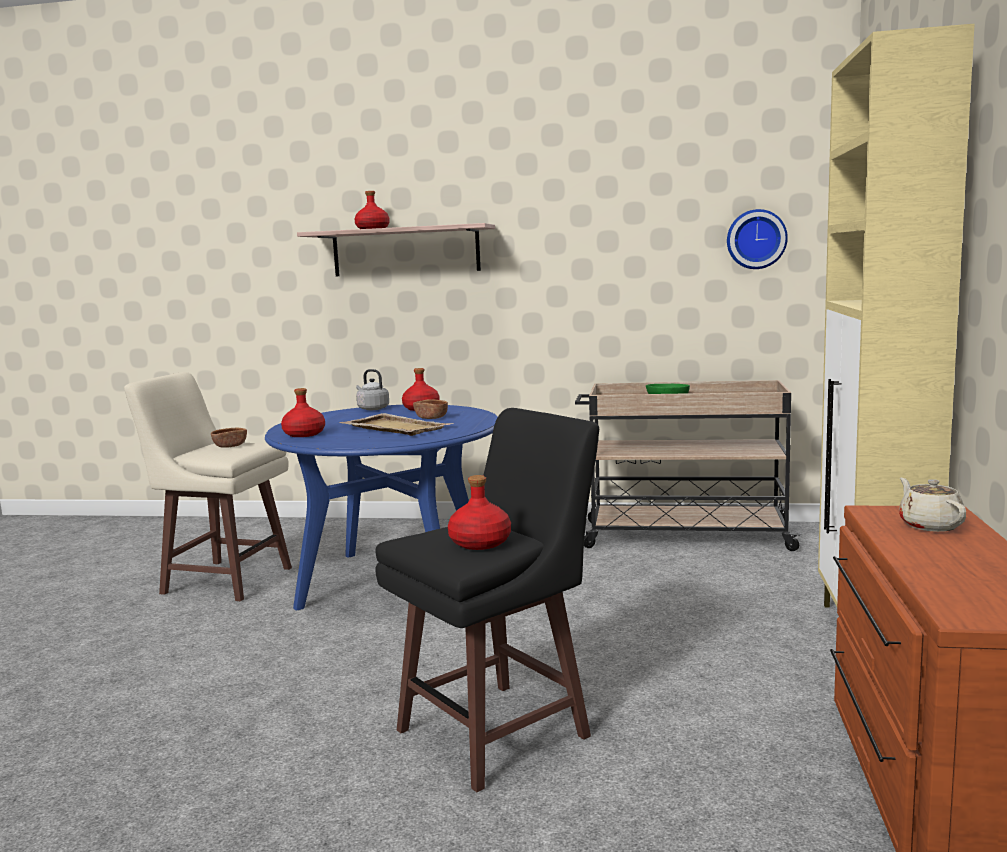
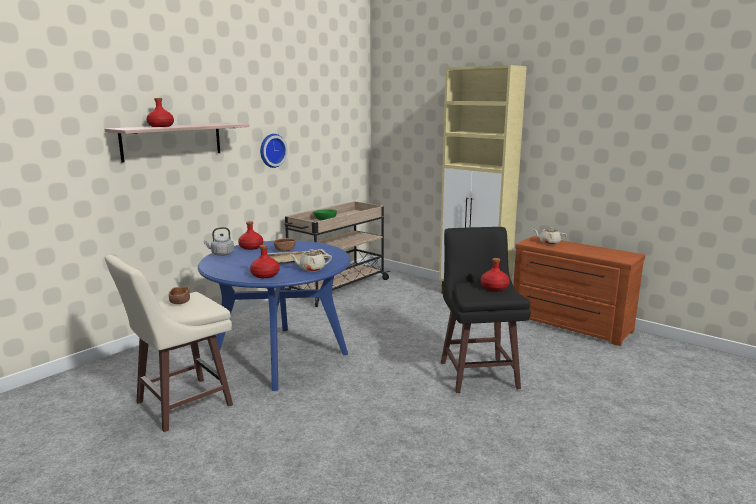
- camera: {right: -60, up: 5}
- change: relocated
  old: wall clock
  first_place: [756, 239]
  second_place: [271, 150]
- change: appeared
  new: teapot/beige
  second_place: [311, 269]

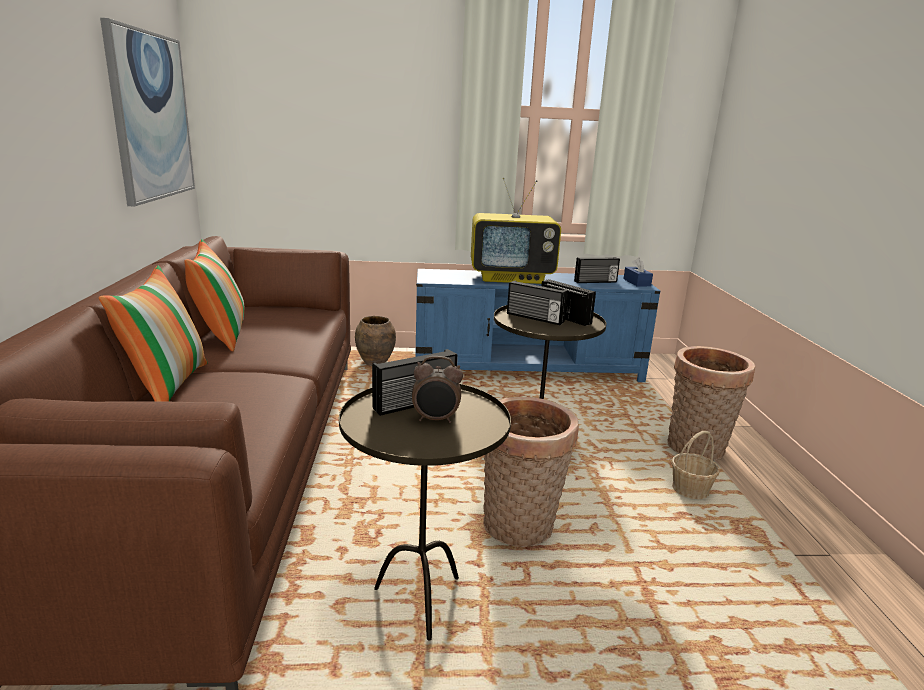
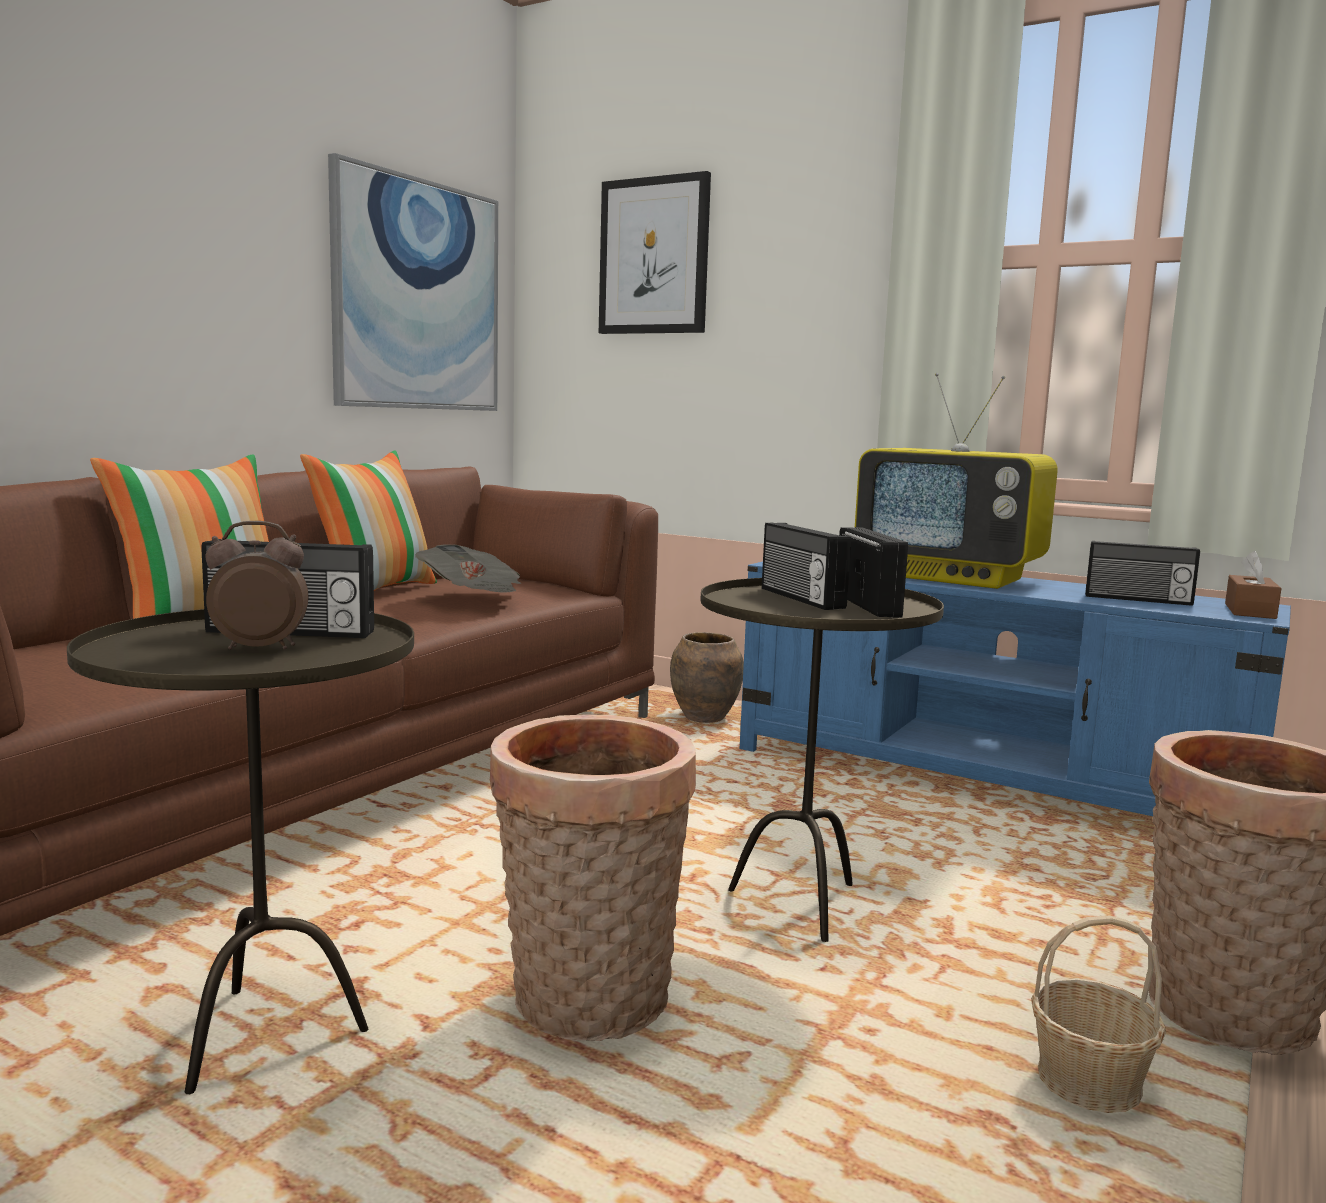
- camera: {right: 35, up: -10}
- change: colour
  old: box of tissues/blue
  new: box of tissues/brown
  first_place: [637, 282]
  second_place: [1250, 611]
- change: spun
  old: bedside clock
  first_place: [436, 420]
  second_place: [260, 648]
  degrees: 135
- change: appeared
  new: picture
  second_place: [654, 256]
- change: appeared
  new: printed paper
  second_place: [473, 599]

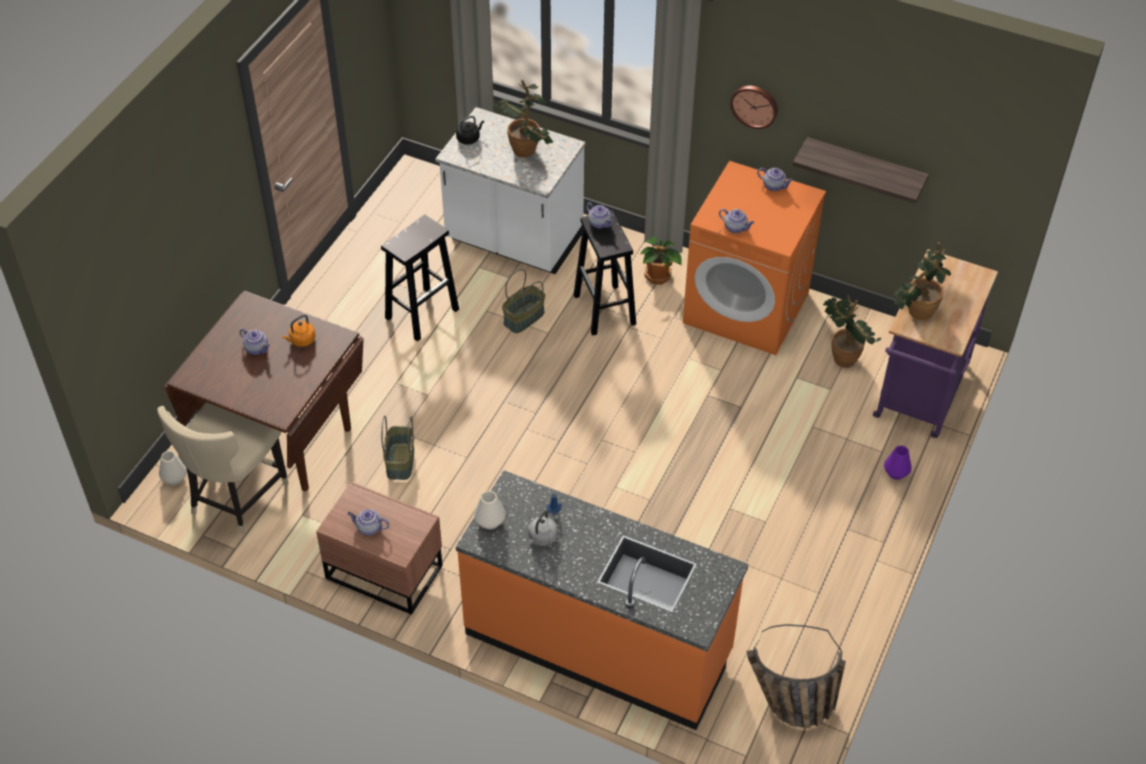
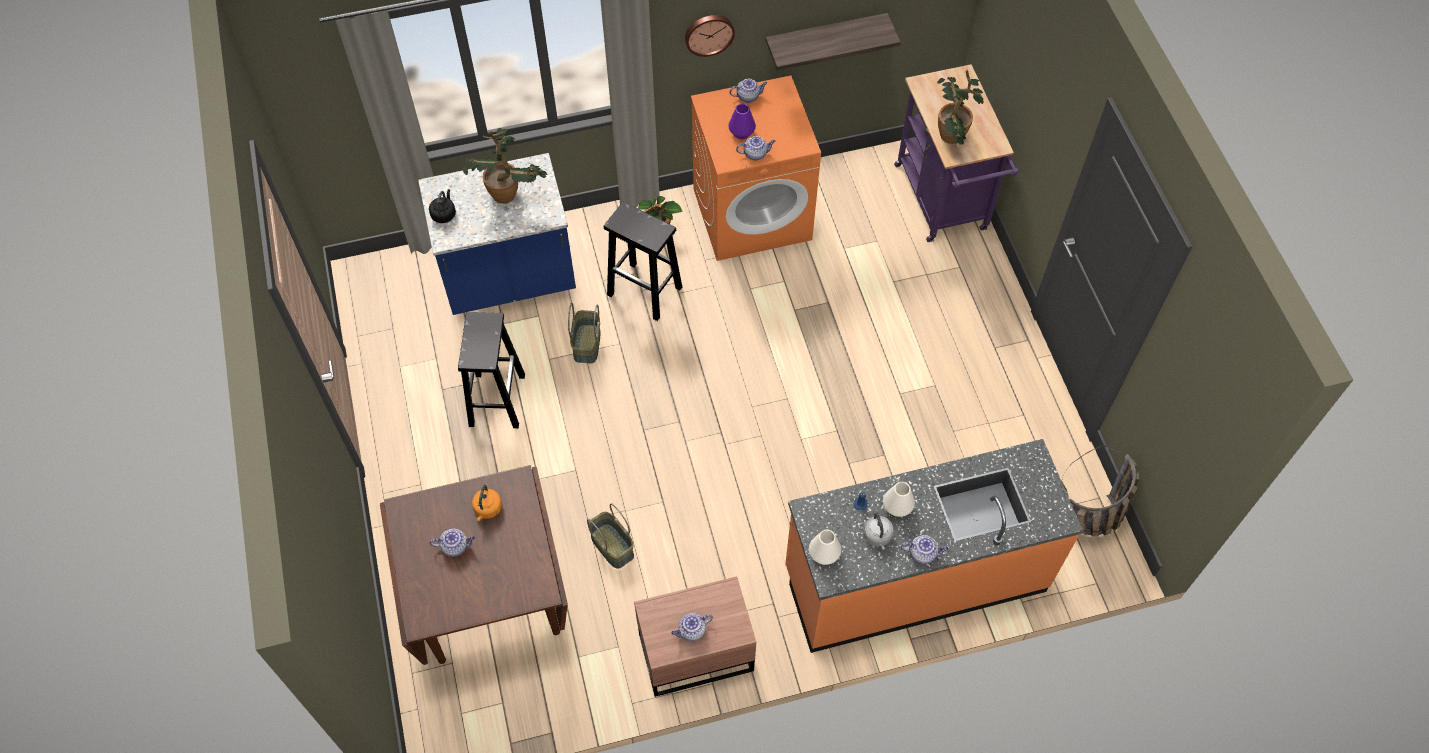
- camera: {right: -40, up: 10}
- change: colour
  old: counter/whitish
  new: counter/blue
  first_place: [513, 241]
  second_place: [509, 280]
- change: relocated
  old: teapot
  first_place: [600, 223]
  second_place: [923, 553]
- change: missing
  old: plant in a pot
  first_place: [843, 355]
- change: missing
  old: upright chair/beige
  first_place: [235, 498]
- change: relocated
  old: decorative vase/purple-coloured
  first_place: [896, 472]
  second_place: [741, 132]
- change: relocated
  old: decorative vase/whitish
  first_place: [174, 478]
  second_place: [897, 507]

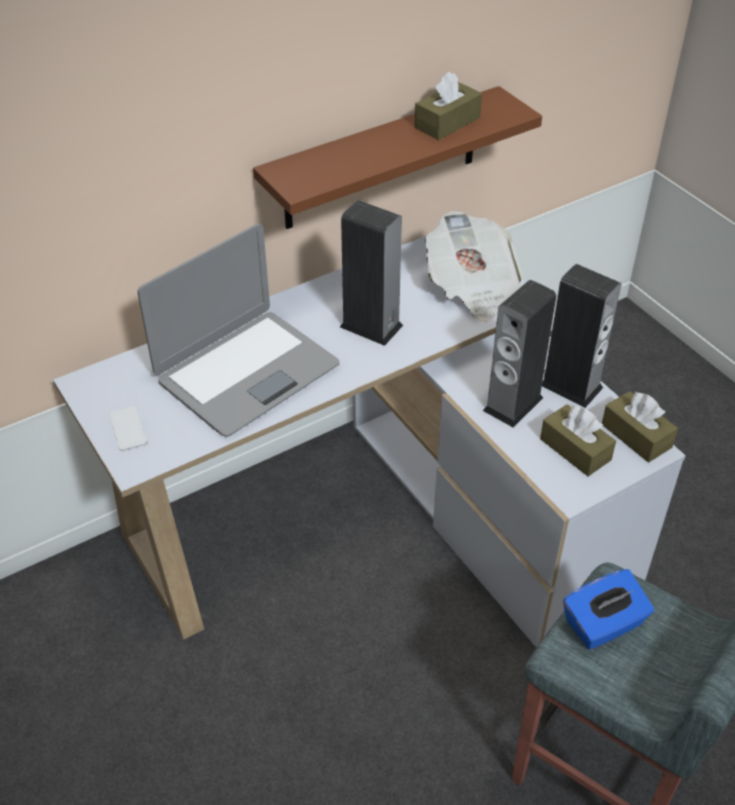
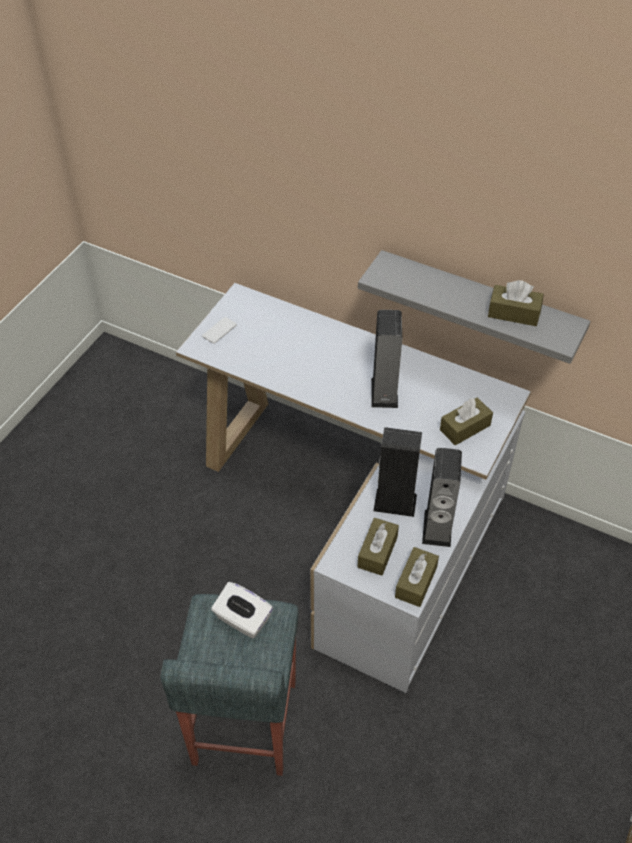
- camera: {right: 60, up: 5}
- change: colour
  old: shelf/brown
  new: shelf/grey
  first_place: [382, 159]
  second_place: [478, 306]
- change: exchanged
  old: printed paper
  new: box of tissues/brown
  first_place: [473, 288]
  second_place: [465, 427]
- change: missing
  old: notebook computer
  first_place: [247, 372]
- change: colour
  old: box of tissues/blue
  new: box of tissues/whitish
  first_place: [603, 625]
  second_place: [242, 620]

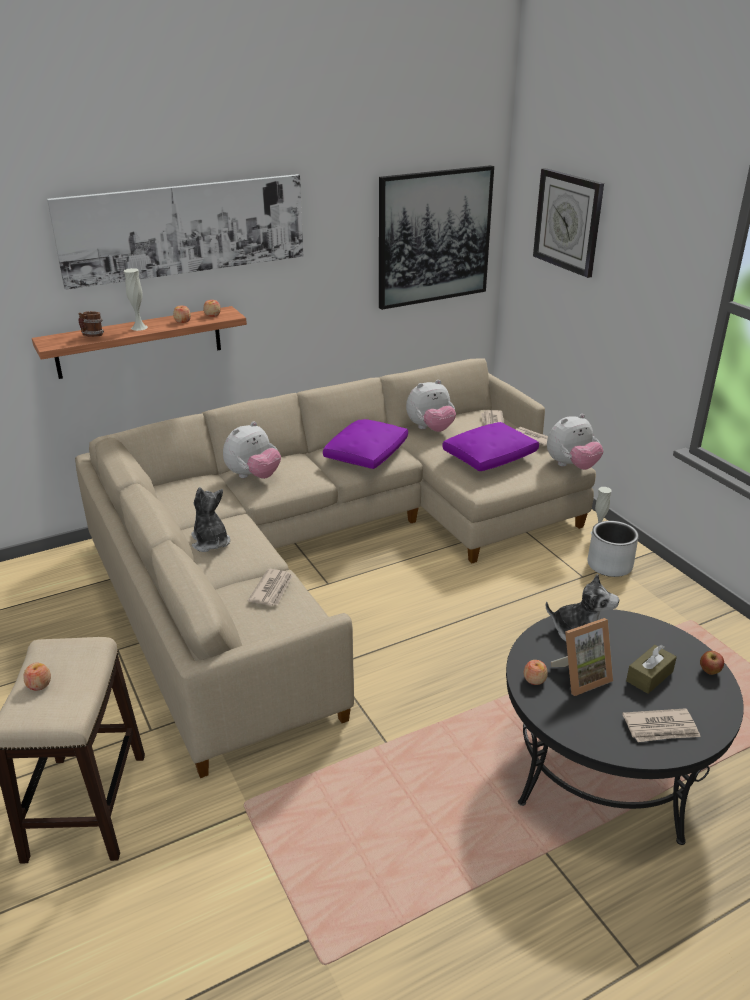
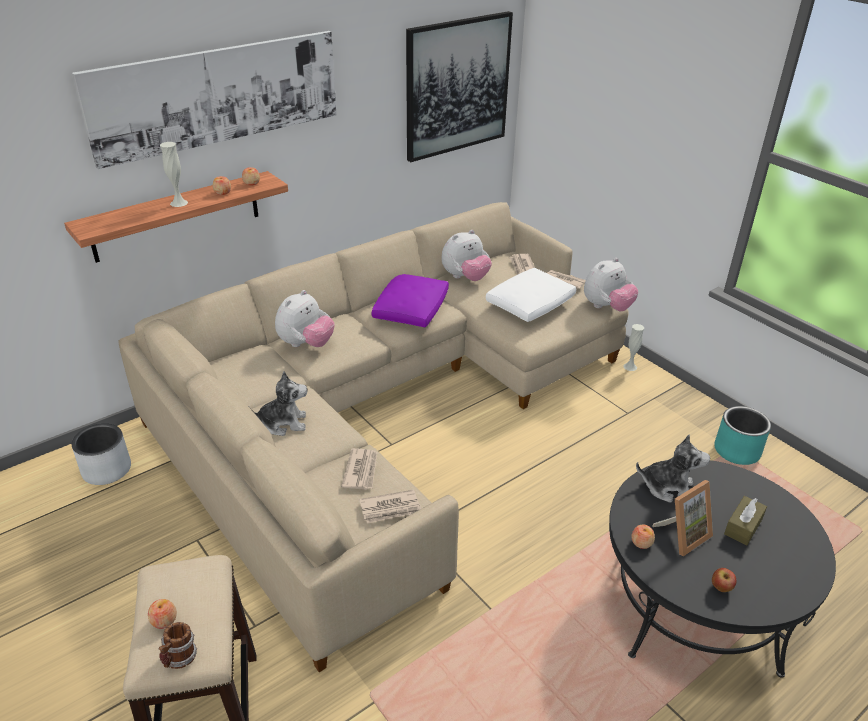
- camera: {right: -10, up: 5}
- change: missing
  old: wall clock
  first_place: [568, 221]
- change: relocated
  old: mug
  first_place: [92, 336]
  second_place: [179, 659]
- change: colour
  old: throw pillow/purple-coloured
  new: throw pillow/whitish
  first_place: [490, 457]
  second_place: [530, 304]
- change: spun
  old: cuddly toy
  first_place: [210, 542]
  second_place: [283, 423]
  degrees: 120
- change: relocated
  old: planter/grey
  first_place: [610, 565]
  second_place: [107, 470]
- change: relocated
  old: whole apple
  first_place: [709, 671]
  second_place: [721, 588]
- change: relocated
  old: printed paper
  first_place: [661, 728]
  second_place: [391, 508]
- change: appeared
  new: planter/turquoise-coloured
  second_place: [737, 451]

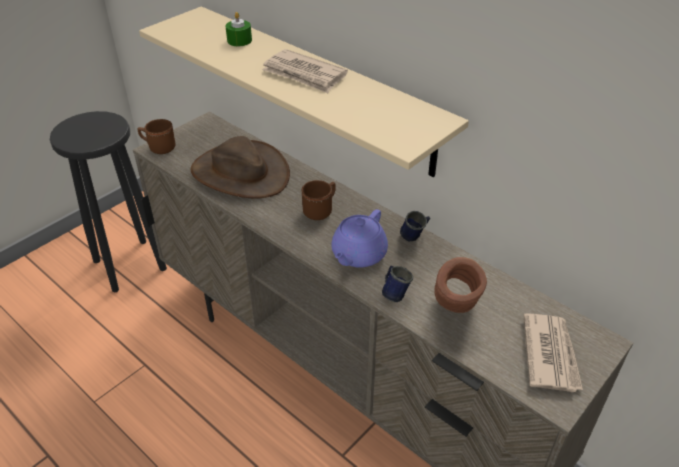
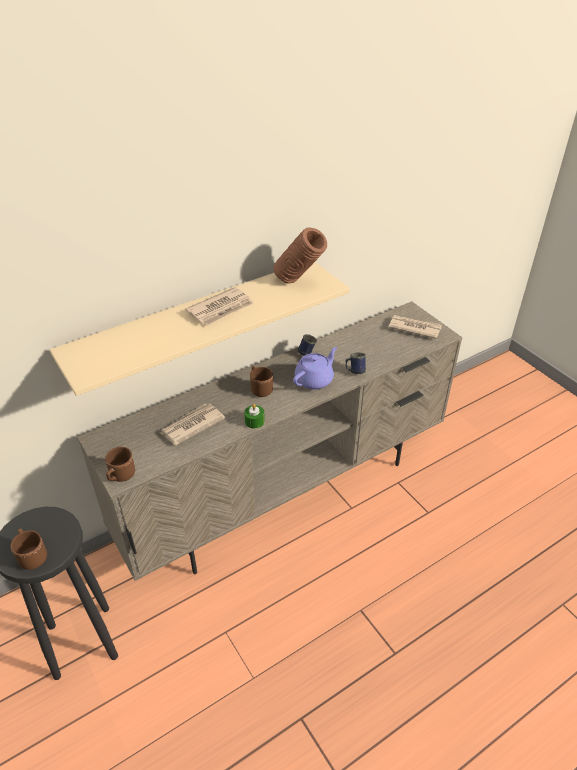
- camera: {right: -75, up: 0}
- change: relocated
  old: wax light/green-coloured
  first_place: [239, 40]
  second_place: [254, 421]
- change: exchanged
  old: clothing hat/brown
  new: printed paper
  first_place: [240, 173]
  second_place: [191, 426]
- change: spun
  old: teapot/purple-coloured
  first_place: [358, 255]
  second_place: [314, 380]
  degrees: -90
- change: relocated
  old: decorative vase/brown
  first_place: [453, 317]
  second_place: [299, 282]
- change: appeared
  new: mug/brown
  second_place: [32, 555]

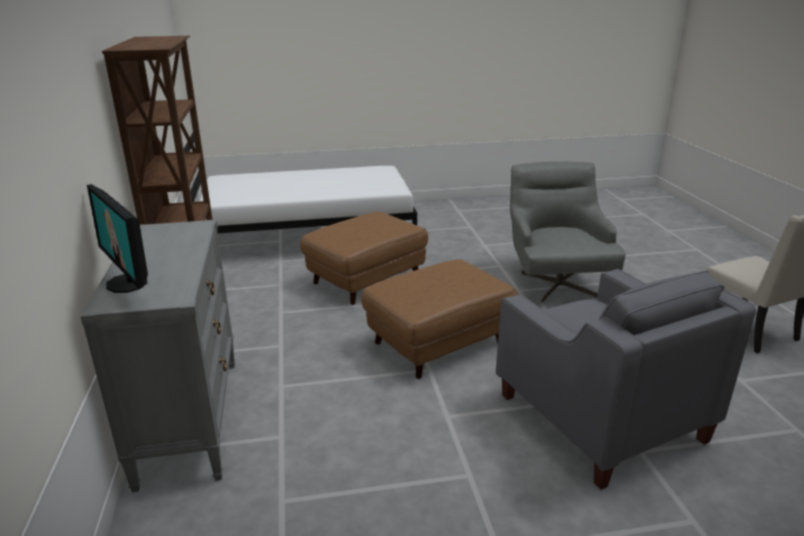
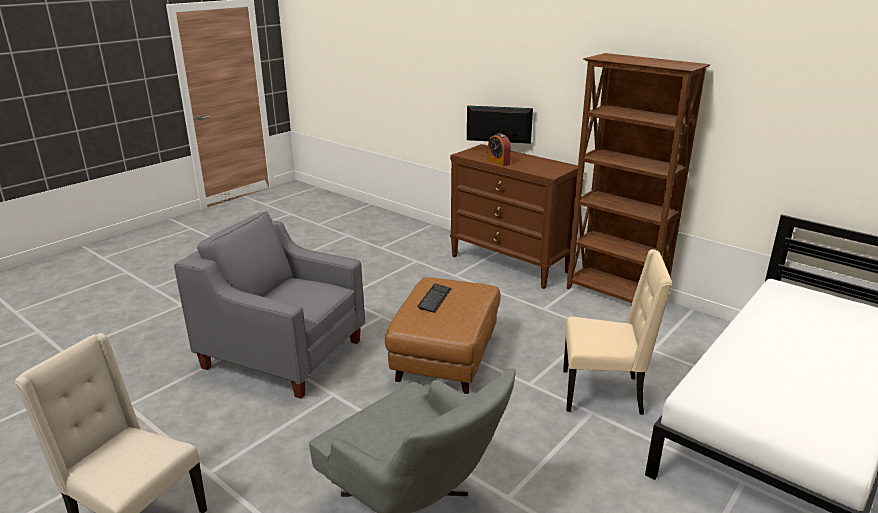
- camera: {right: 140, up: 0}
- change: exchanged
  old: ottoman/brown
  new: upright chair/beige
  first_place: [366, 279]
  second_place: [603, 393]
- change: colour
  old: chest of drawers/grey
  new: chest of drawers/brown
  first_place: [189, 419]
  second_place: [510, 264]
- change: appeared
  new: bedside clock
  second_place: [498, 162]
- change: appeared
  new: computer keyboard
  second_place: [434, 299]

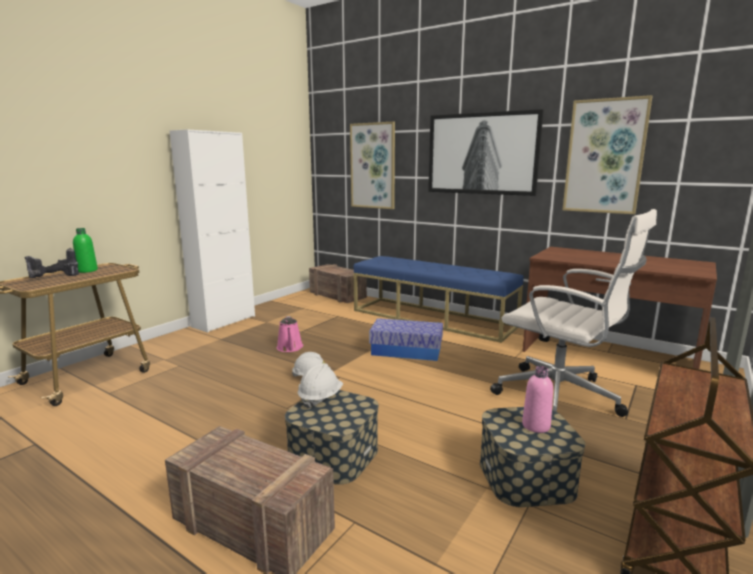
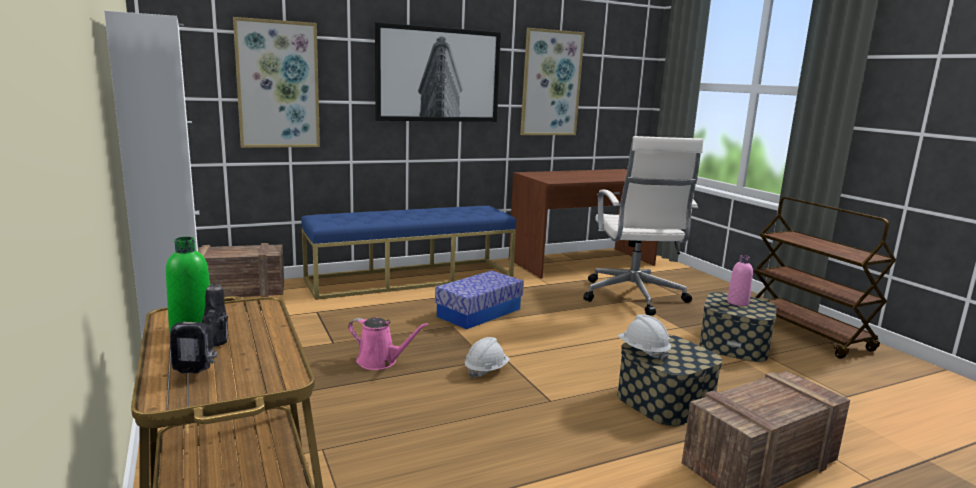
- camera: {right: -60, up: 0}
- change: spun
  old: computer chair/whitish
  first_place: [561, 397]
  second_place: [633, 297]
  degrees: 105

